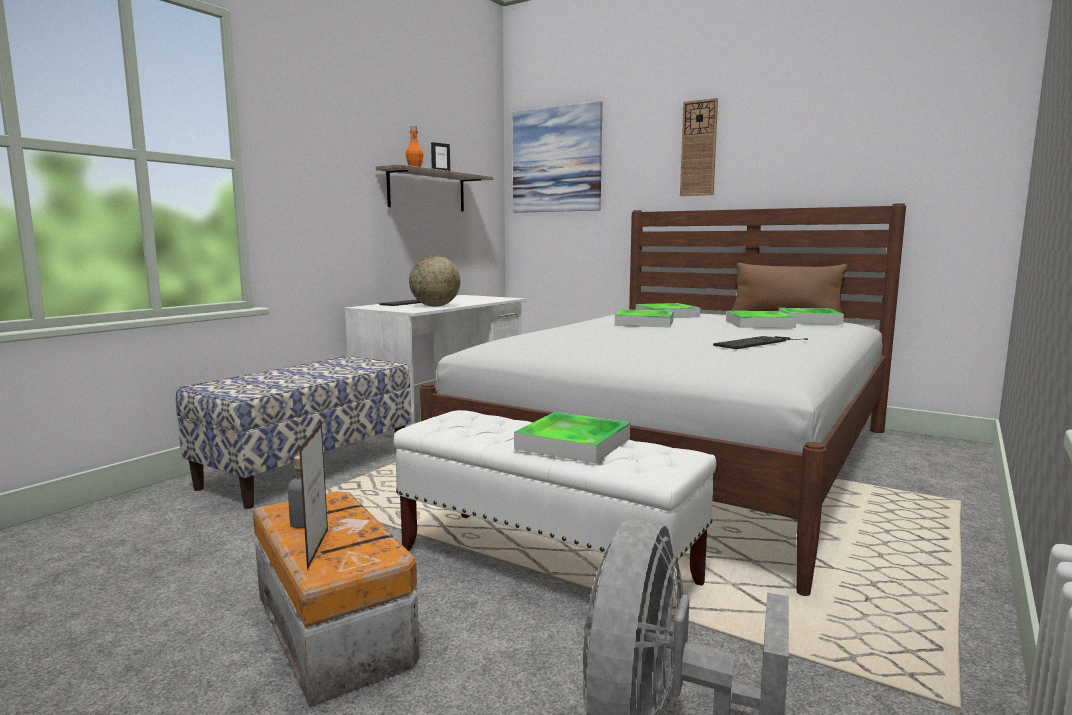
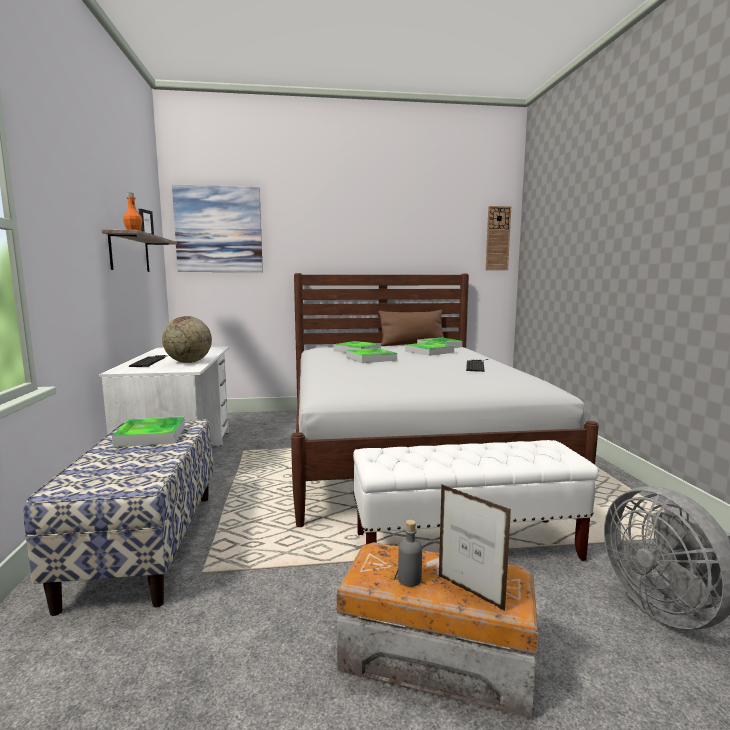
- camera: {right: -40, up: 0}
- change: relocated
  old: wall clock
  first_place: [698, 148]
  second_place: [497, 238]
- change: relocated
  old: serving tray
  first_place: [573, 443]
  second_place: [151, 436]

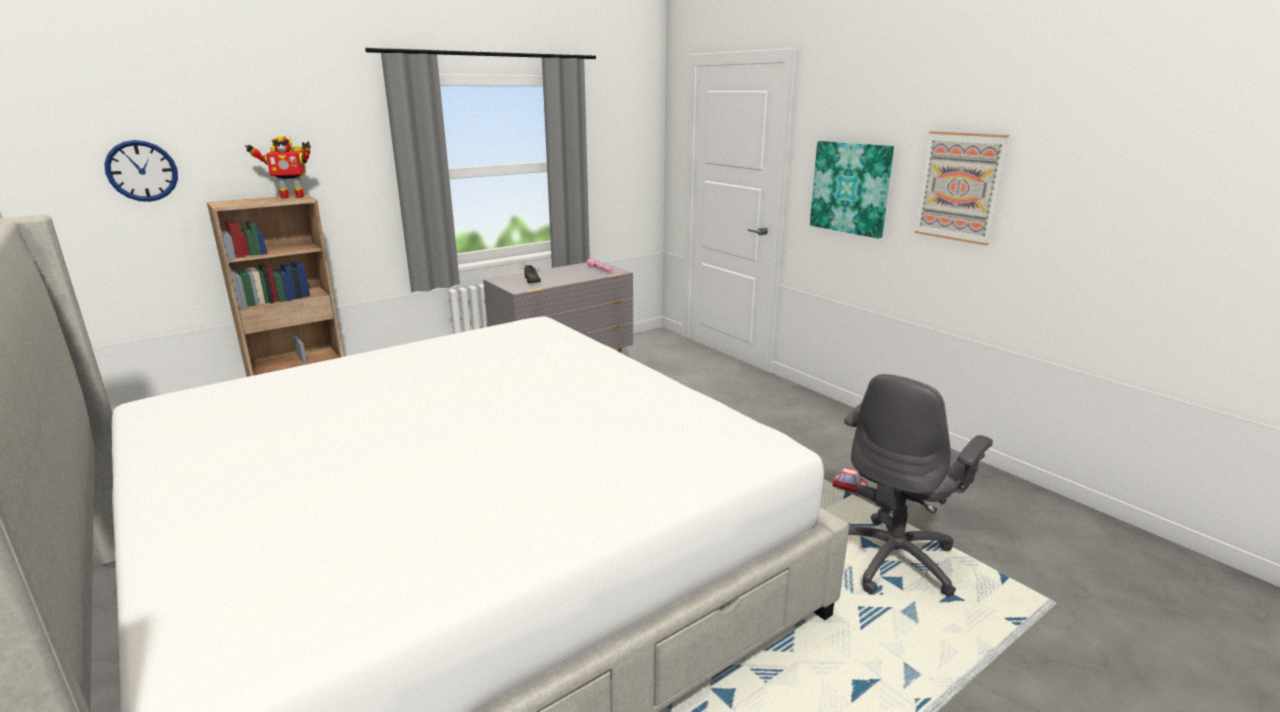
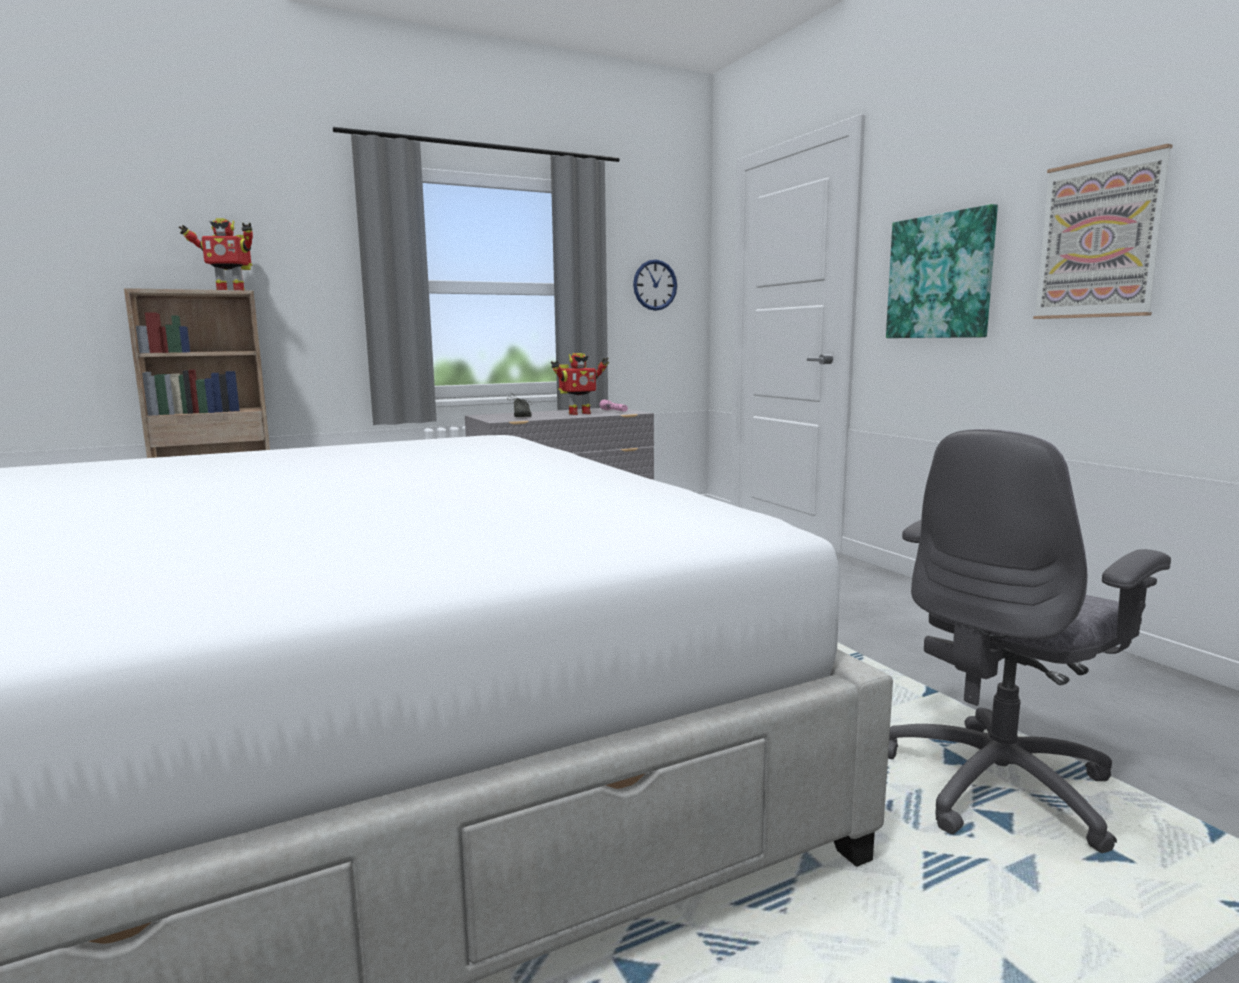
- camera: {right: 10, up: -10}
- change: relocated
  old: wall clock
  first_place: [142, 171]
  second_place: [655, 285]
- change: missing
  old: miniature car
  first_place: [849, 488]
- change: appeared
  new: model robot
  second_place: [578, 413]

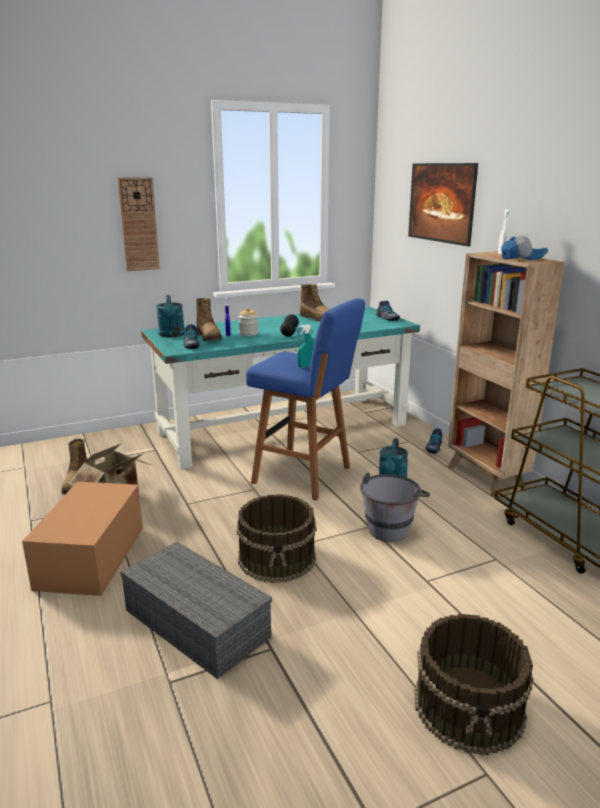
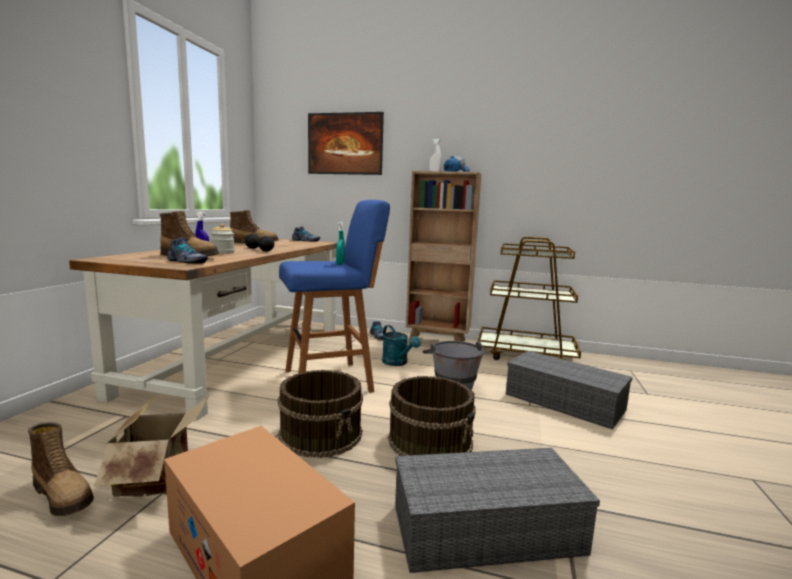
- camera: {right: -50, up: -10}
- change: missing
  old: wall clock
  first_place: [139, 224]
- change: missing
  old: watering pot/turquoise-coloured
  first_place: [172, 335]
- change: colour
  old: desk/turquoise-coloured
  new: desk/brown
  first_place: [284, 428]
  second_place: [244, 356]
- change: relocated
  old: bucket/brown
  first_place: [470, 706]
  second_place: [321, 433]
- change: appeared
  new: storage bin/grey
  second_place: [566, 402]

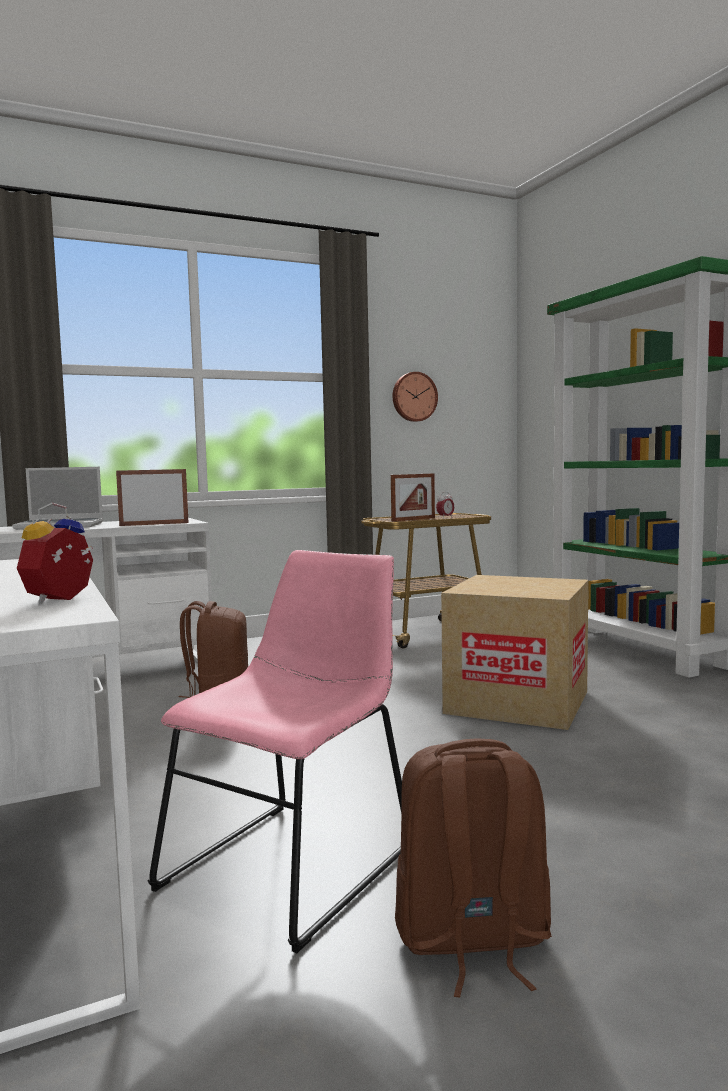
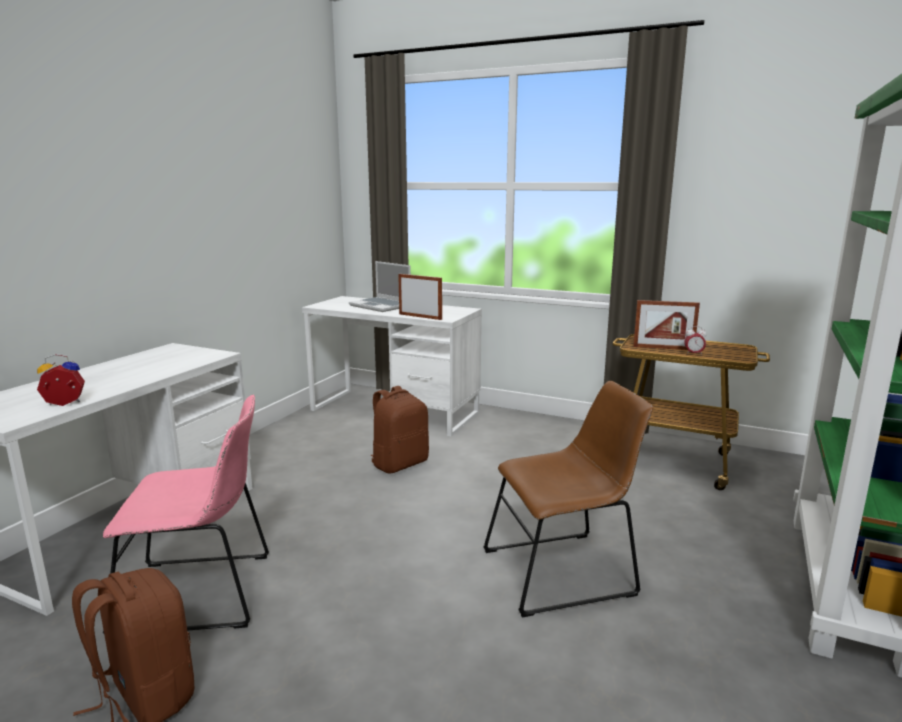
- camera: {right: 50, up: 10}
- change: missing
  old: wall clock
  first_place: [413, 397]
- change: exchanged
  old: cardboard box
  new: upright chair/brown
  first_place: [517, 702]
  second_place: [564, 571]

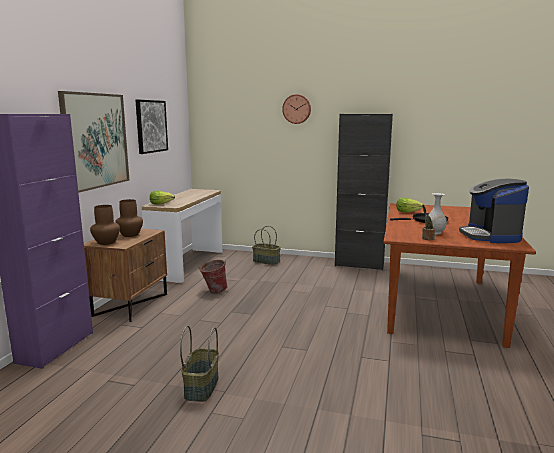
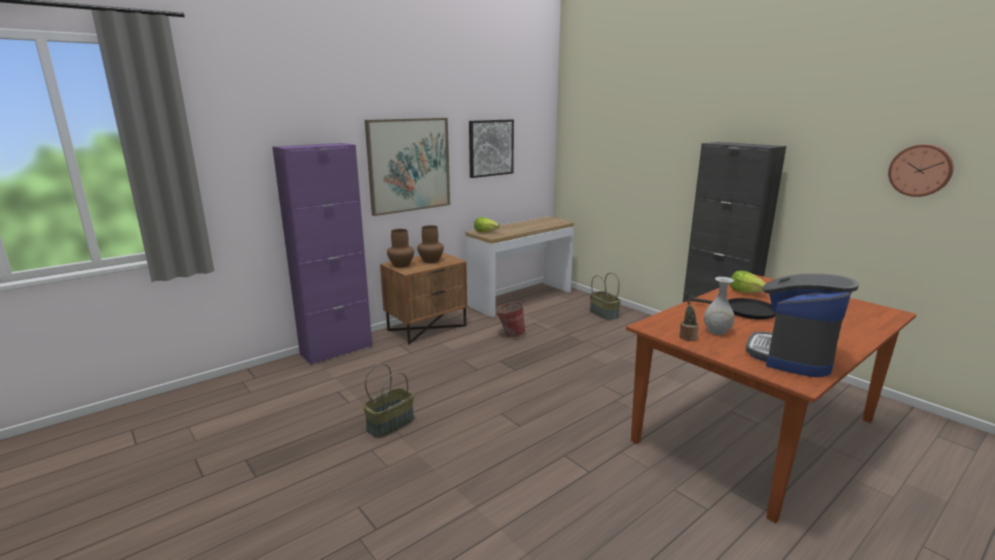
- camera: {right: 35, up: 5}
- change: relocated
  old: wall clock
  first_place: [297, 109]
  second_place: [920, 170]

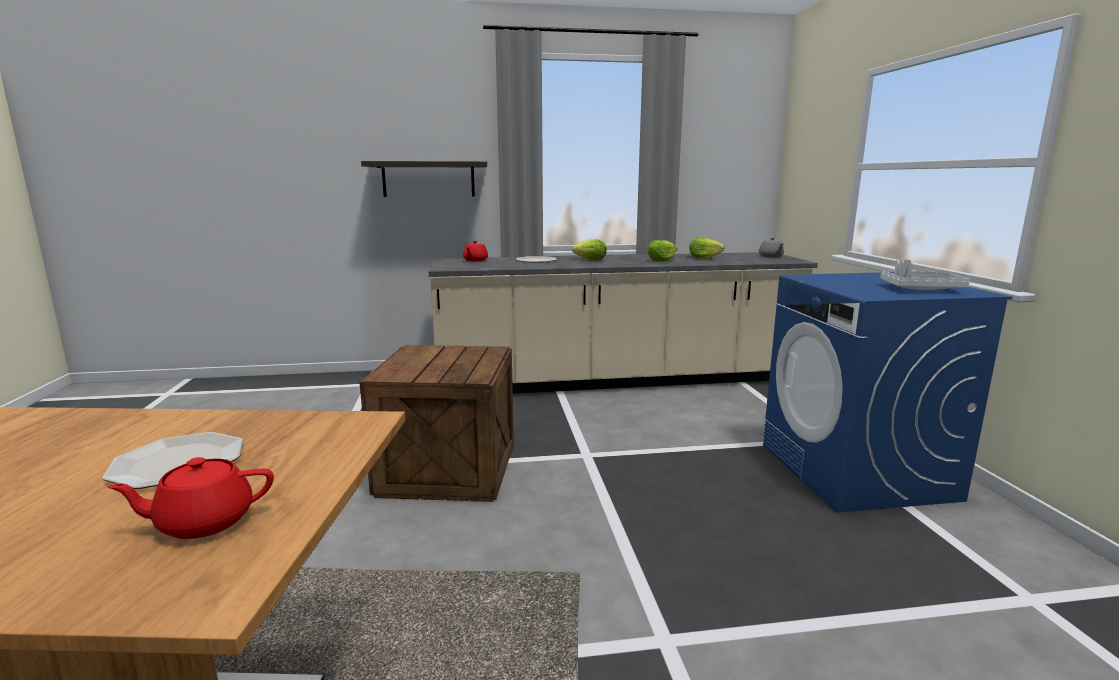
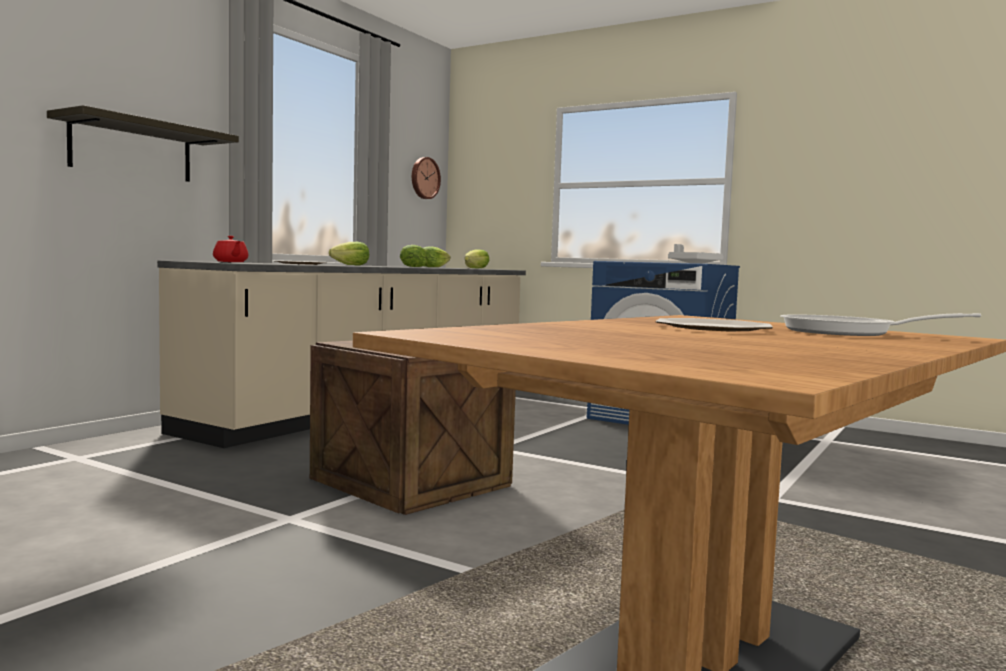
- camera: {right: -50, up: -10}
- change: exchanged
  old: teapot/grey
  new: lettuce
  first_place: [771, 256]
  second_place: [475, 268]
- change: exchanged
  old: teapot/reddish
  new: frying pan
  first_place: [203, 522]
  second_place: [848, 332]
- change: appeared
  new: wall clock
  second_place: [424, 178]

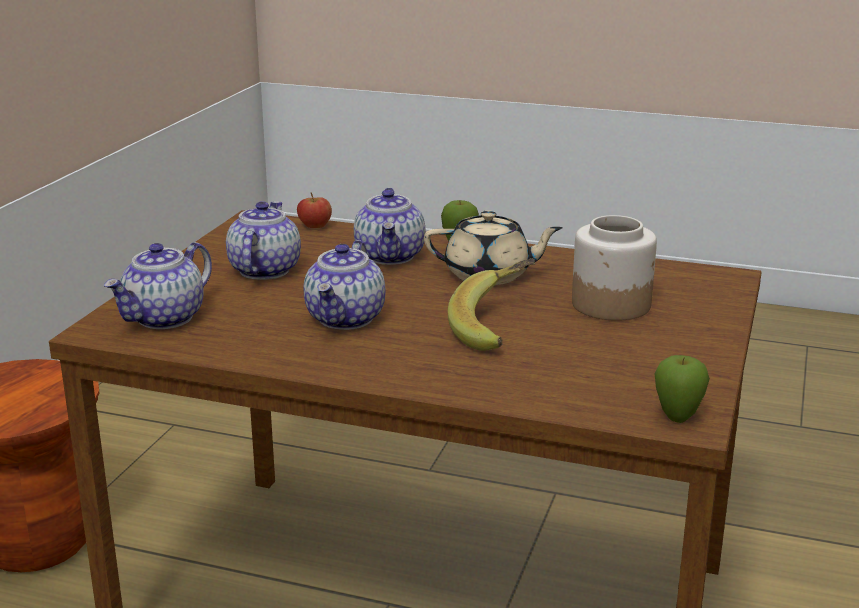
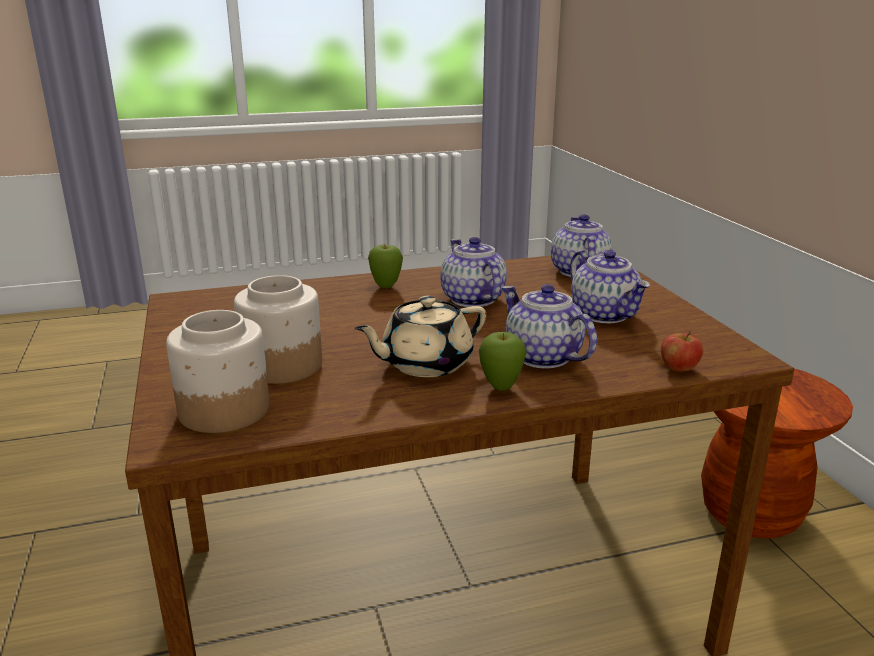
- camera: {right: 145, up: 0}
- change: missing
  old: banana fruit
  first_place: [499, 329]
- change: relocated
  old: whole apple
  first_place: [677, 418]
  second_place: [386, 287]
- change: appeared
  new: jar
  second_place: [223, 411]

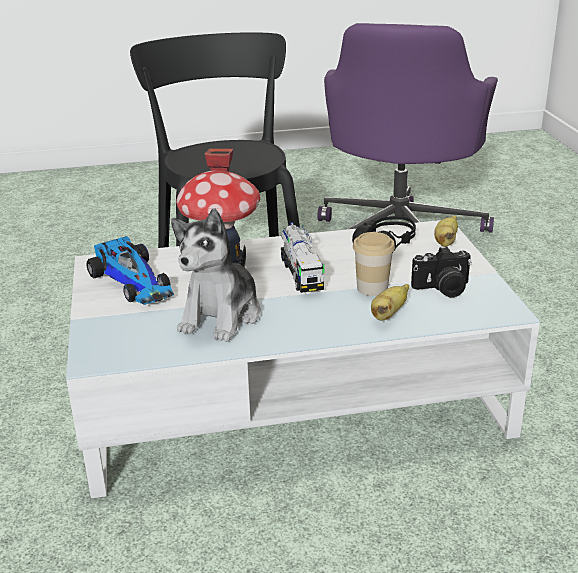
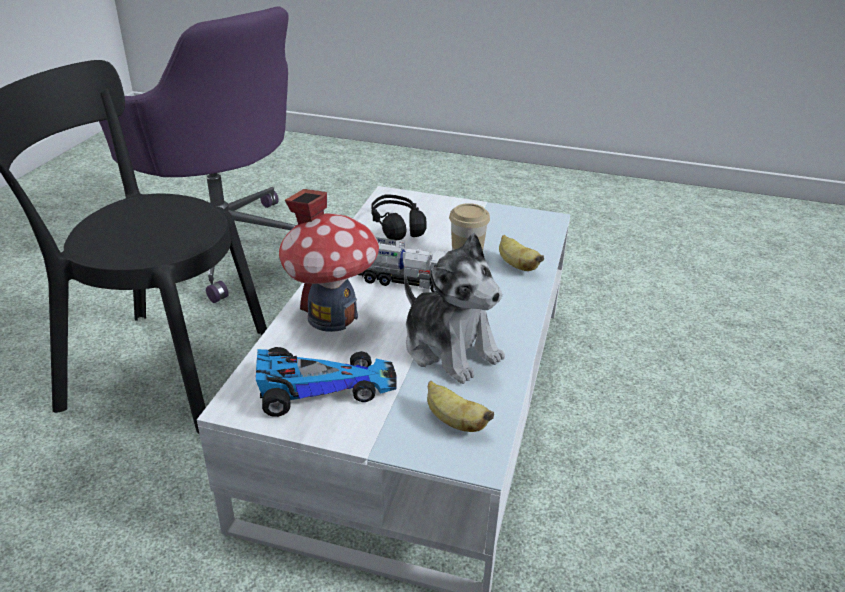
- camera: {right: -65, up: 5}
- change: relocated
  old: banana fruit
  first_place: [446, 242]
  second_place: [454, 421]
- change: missing
  old: still camera
  first_place: [442, 289]

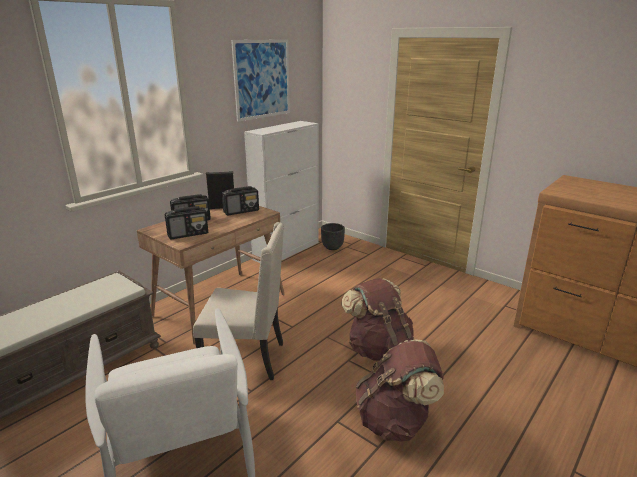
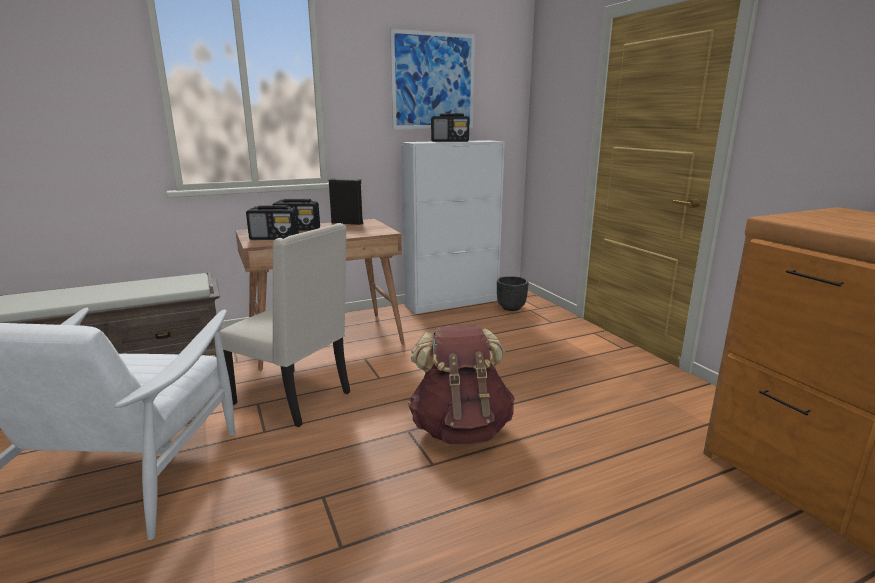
- camera: {right: 25, up: -5}
- change: relocated
  old: radio receiver
  first_place: [241, 211]
  second_place: [450, 141]
- change: missing
  old: backpack/brown
  first_place: [395, 421]

